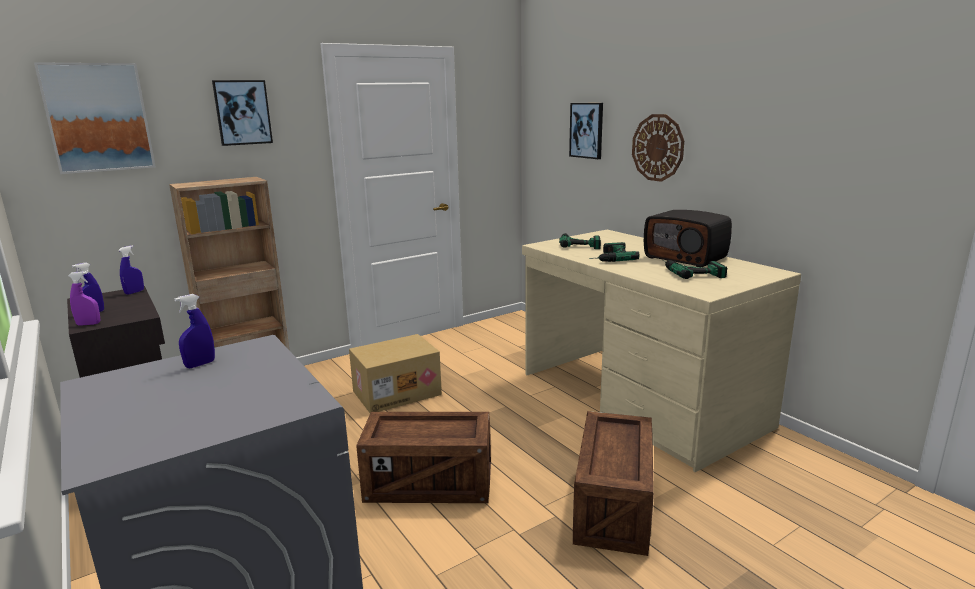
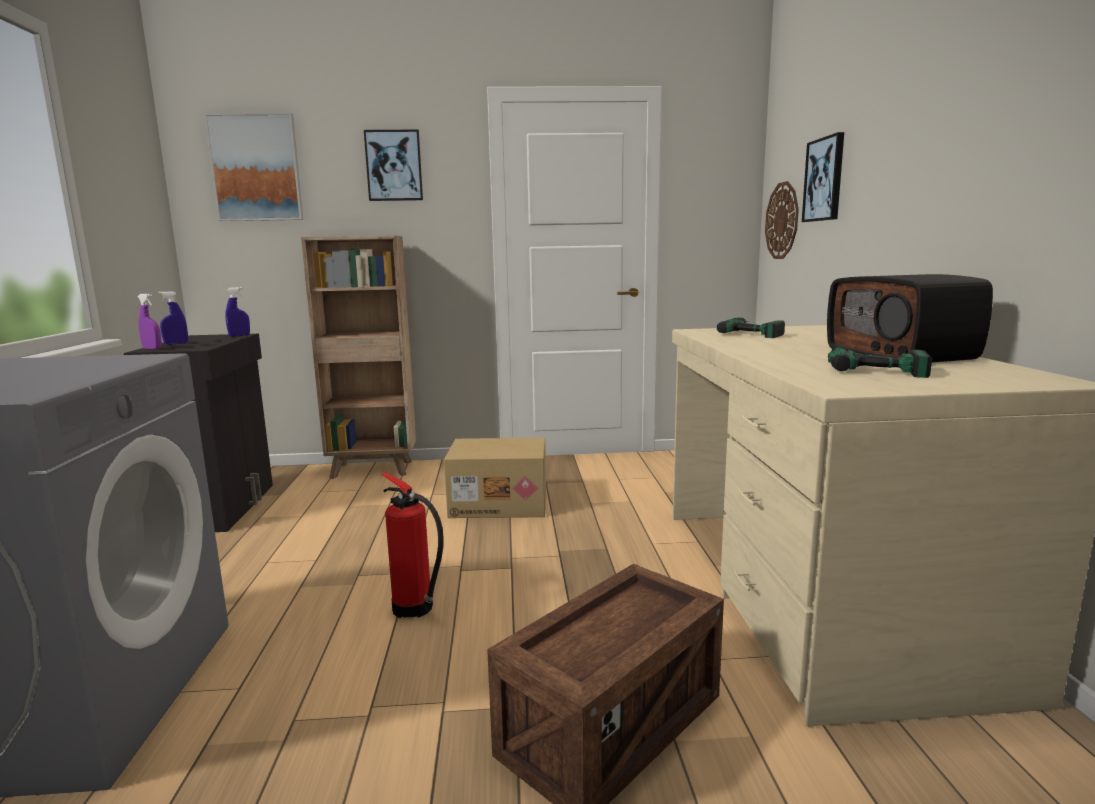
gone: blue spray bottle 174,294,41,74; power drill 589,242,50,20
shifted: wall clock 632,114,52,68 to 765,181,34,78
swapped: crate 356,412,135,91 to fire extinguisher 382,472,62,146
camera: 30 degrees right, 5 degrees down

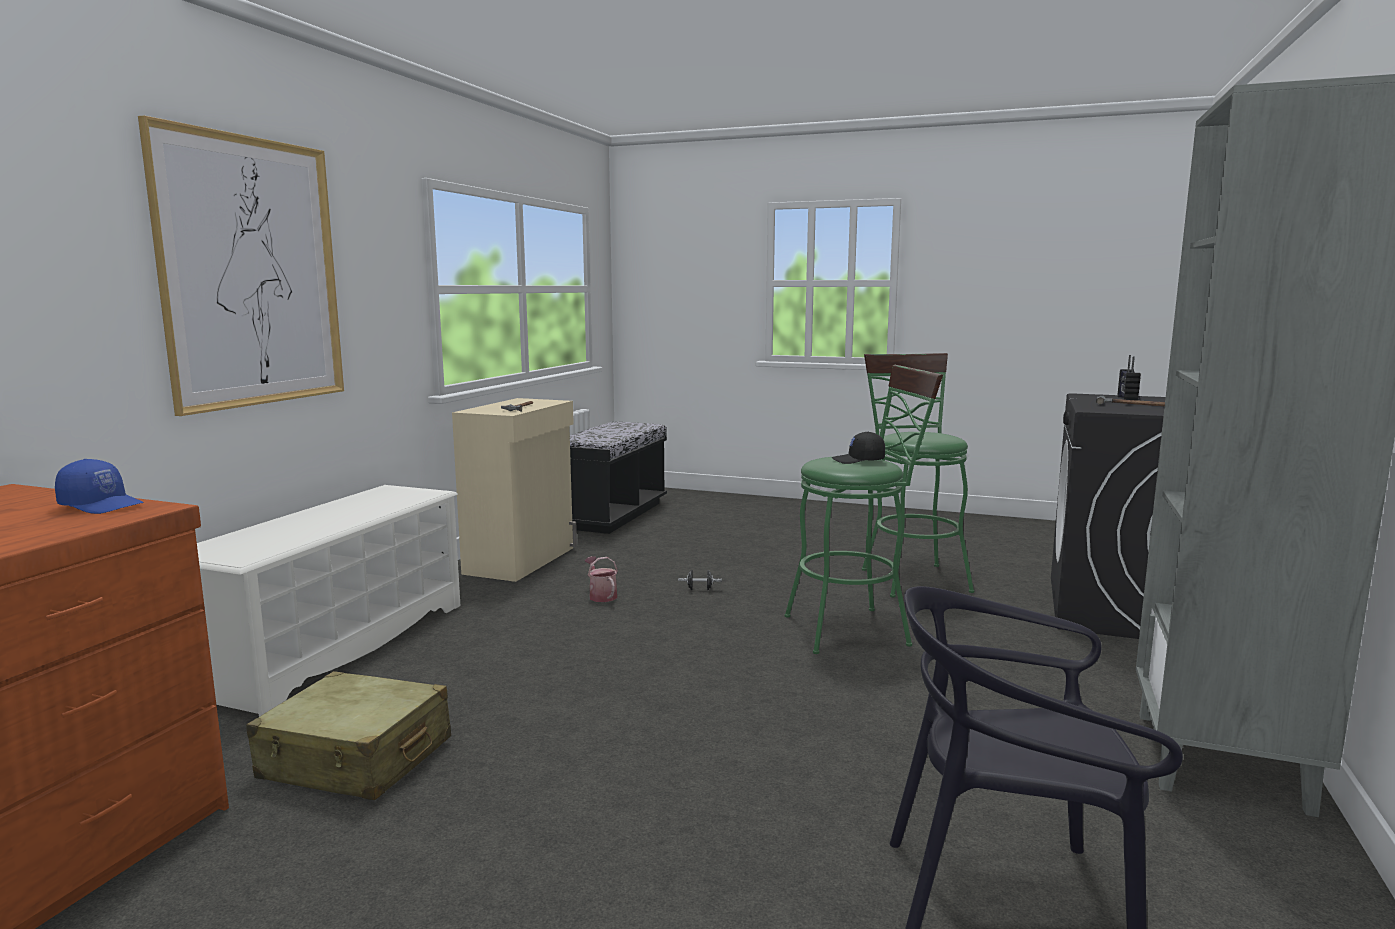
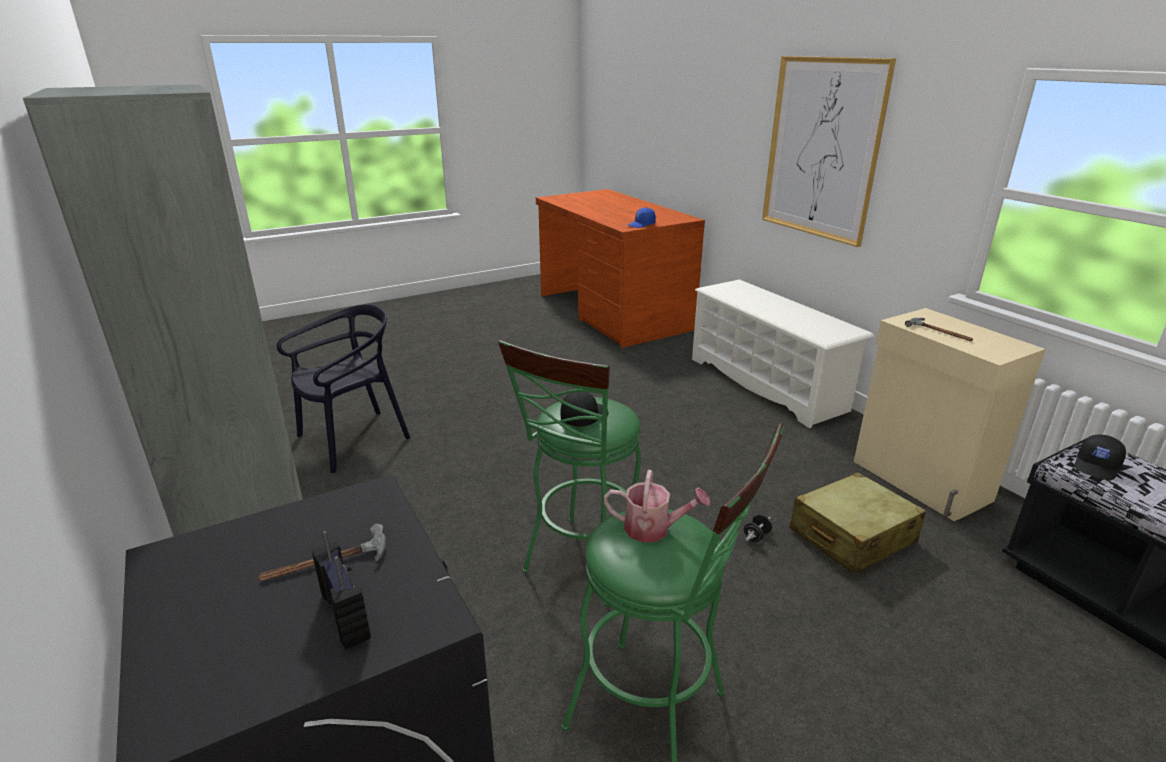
new: black cap 1075,435,51,46
shifted: beige suitcase 246,671,205,129 to 790,472,136,102; watering can 585,556,33,46 to 604,470,106,73
camera: 130 degrees right, 15 degrees up

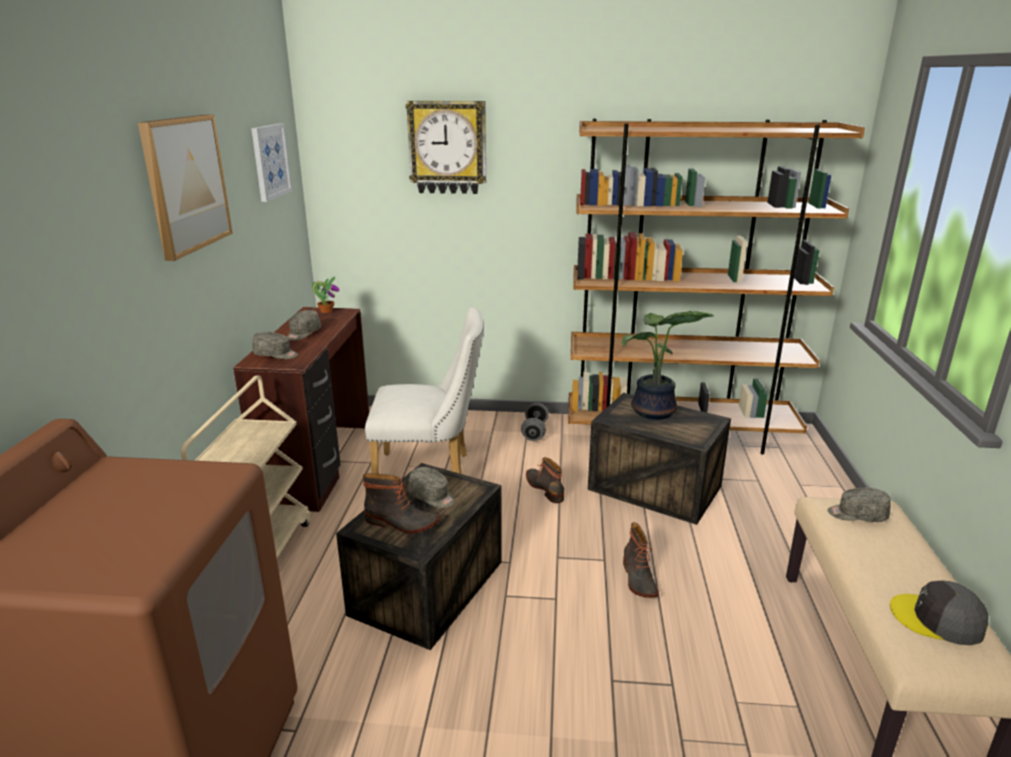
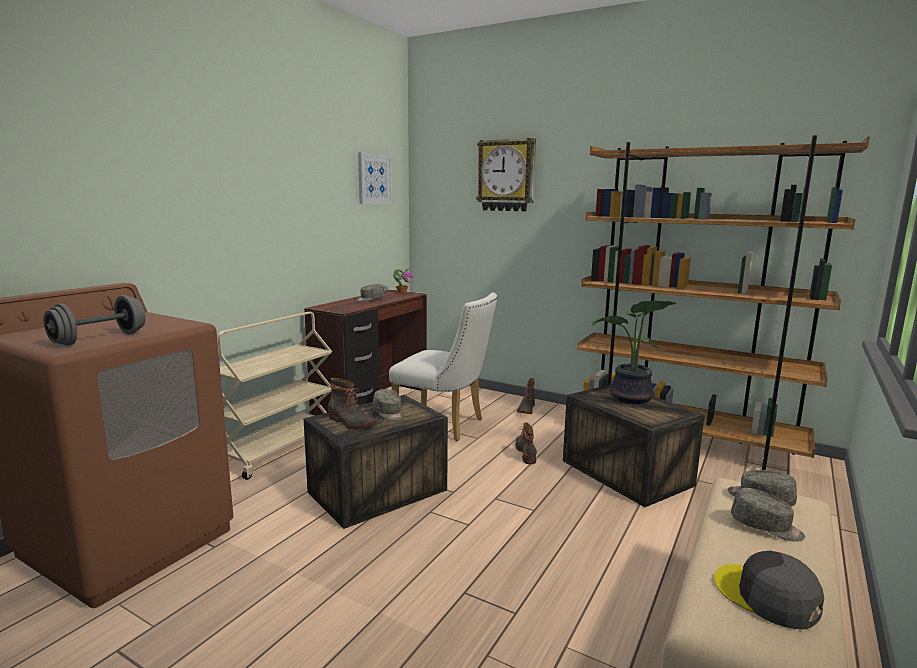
gone: picture 138,114,95,147
shifted: grey cap 253,332,45,27 to 731,488,74,54; grey dumbbell 521,403,28,38 to 44,295,102,51; boot 623,522,36,76 to 517,378,18,36
camera: 25 degrees right, 10 degrees down

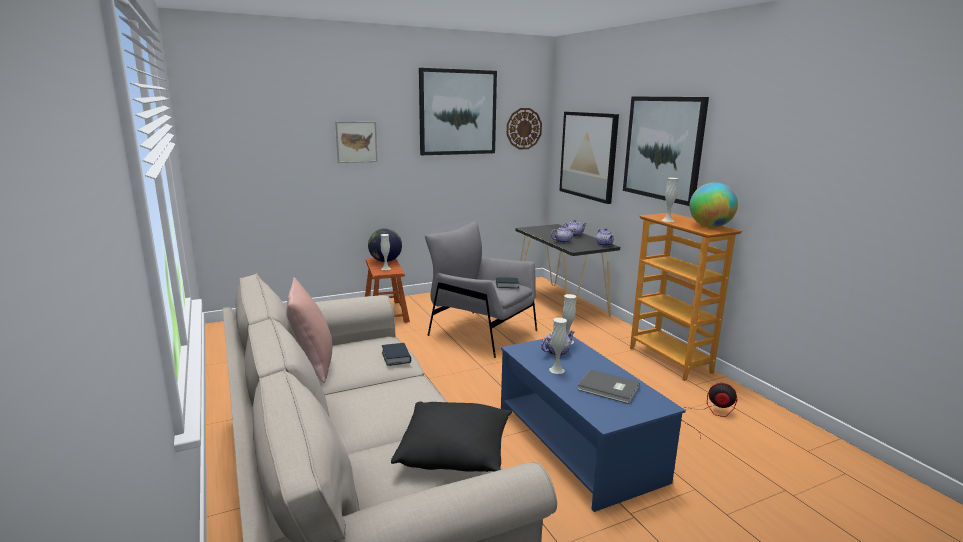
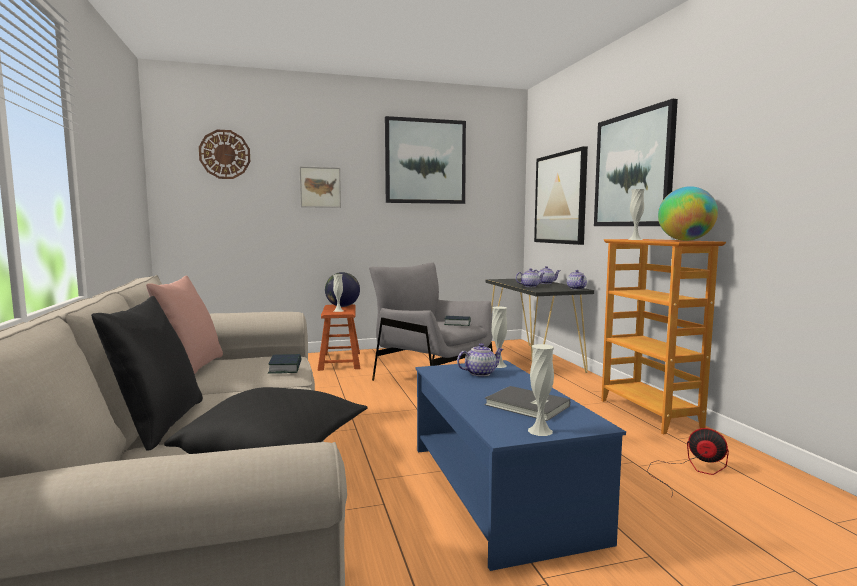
new: black pillow 91,296,112,155
shifted: wall clock 507,108,35,41 to 199,130,51,49; white vase 549,318,18,56 to 528,344,26,92
camera: 10 degrees right, 10 degrees down

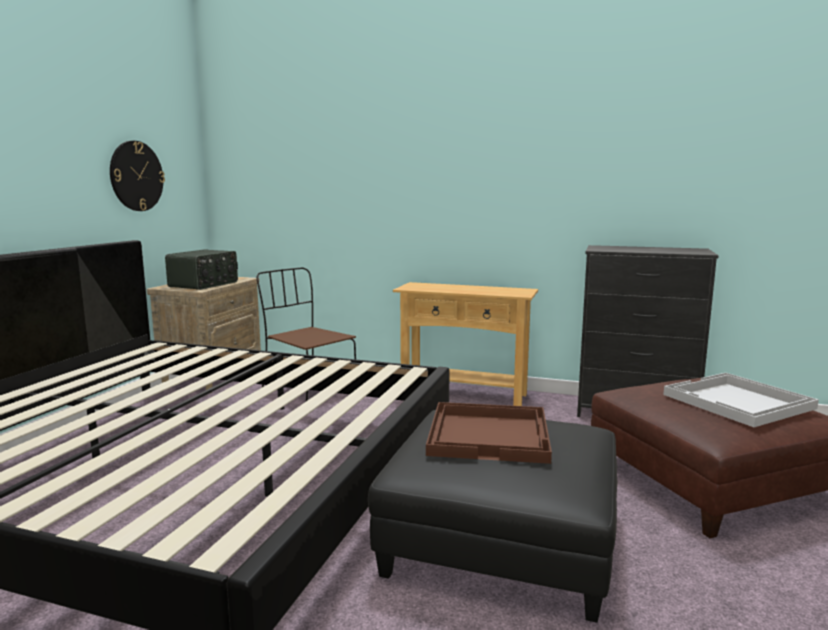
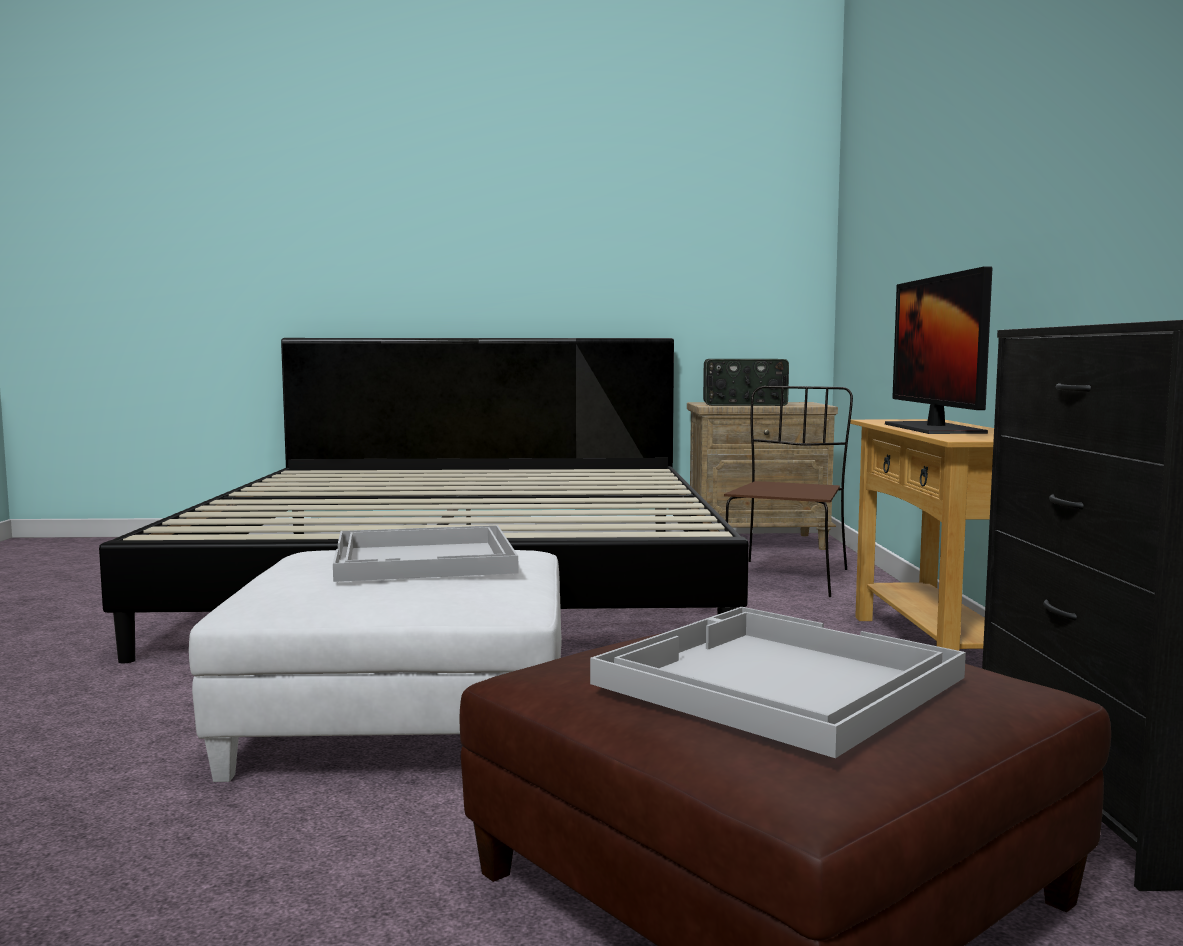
gone: wall clock 110,141,55,70
new: monitor 885,267,107,167
repainted: black ottoman 368,410,249,213 to white ottoman 189,550,373,232; brown tray 426,402,126,62 to white tray 333,525,185,57
camera: 70 degrees right, 5 degrees down

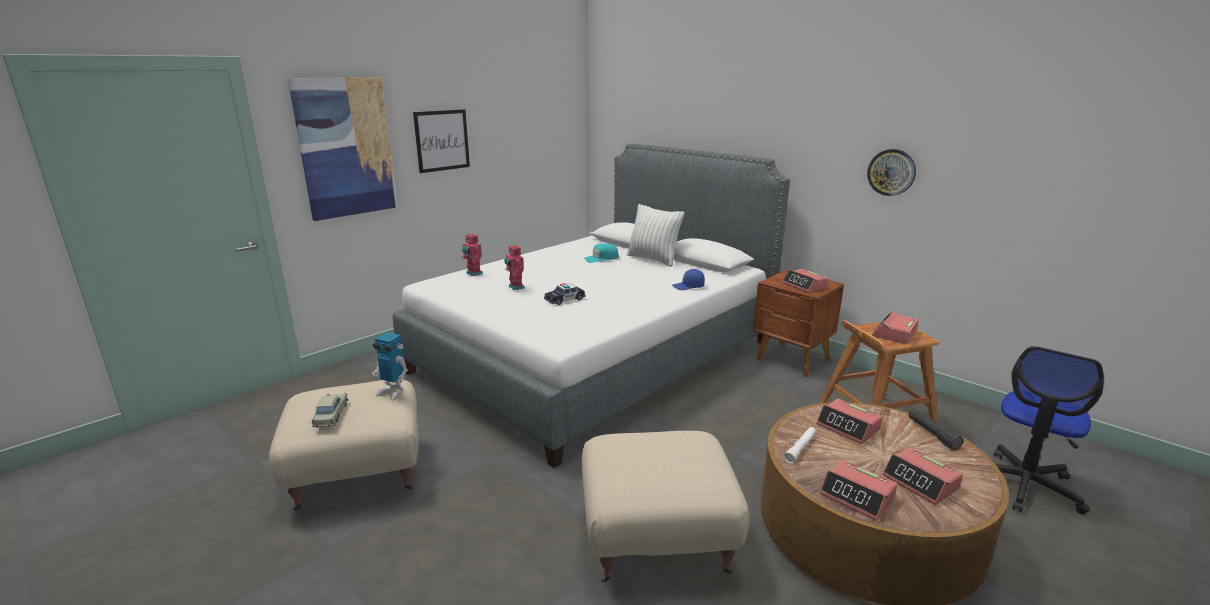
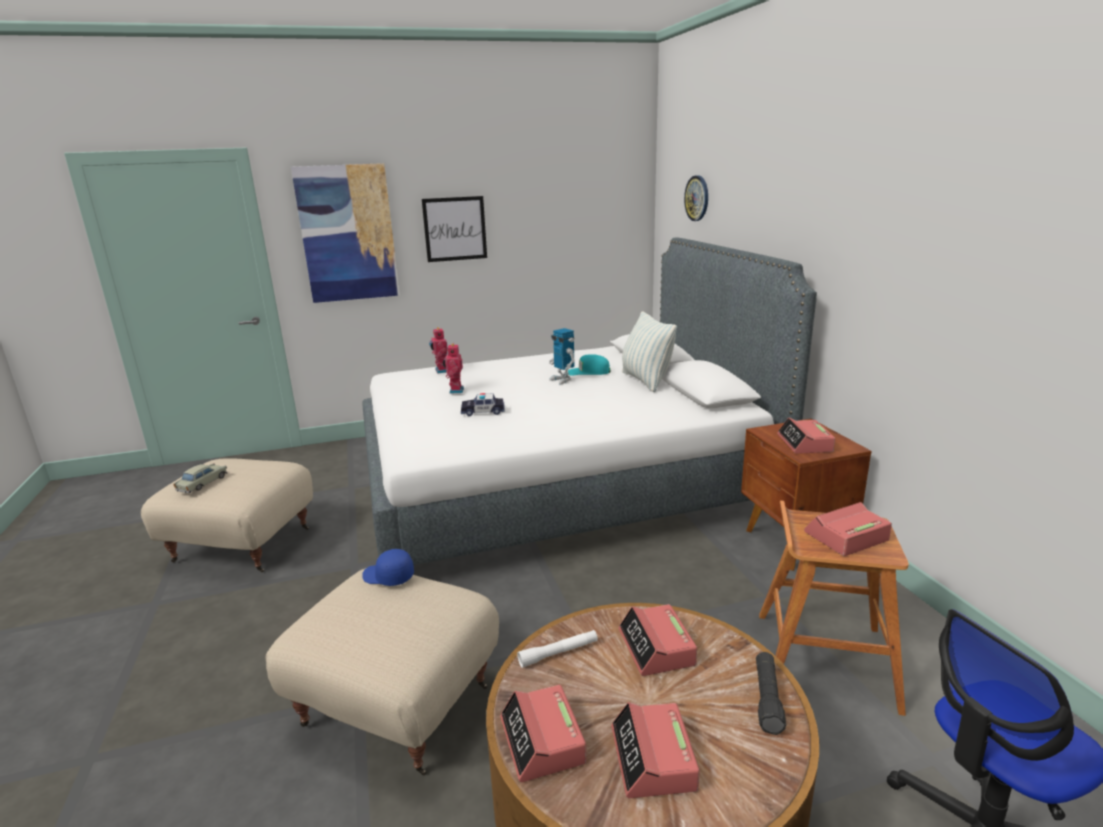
shifted: toy robot 373,332,35,69 to 549,328,26,56; blue cap 672,269,33,21 to 362,549,52,37; wall clock 867,149,49,47 to 684,175,24,46
camera: 30 degrees right, 0 degrees up

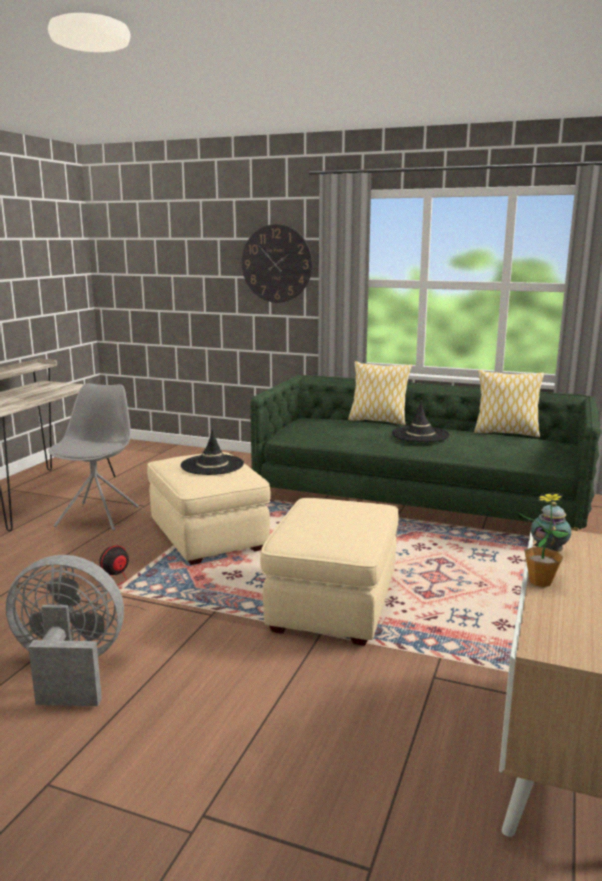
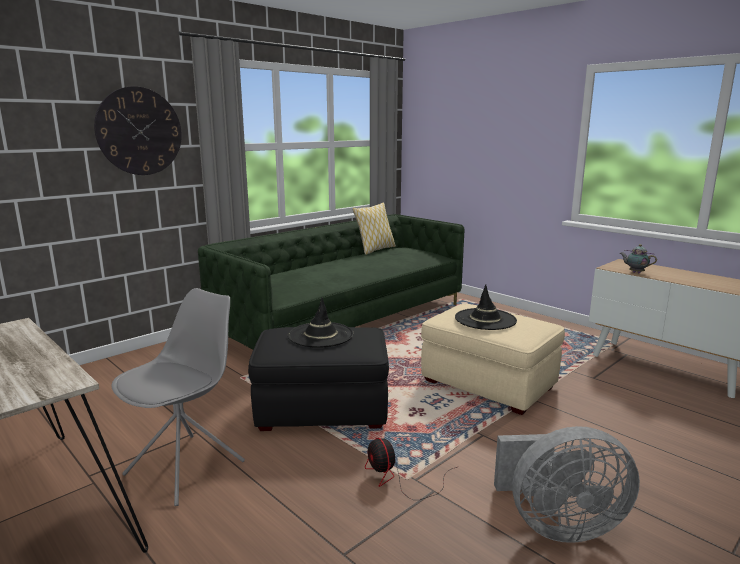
gone: pillow 348,361,64,64; potted plant 518,493,52,94
shifted: black hat 392,401,58,41 to 455,284,62,46
repainted: beige ottoman 147,452,124,113 to black ottoman 248,327,141,104
rotated: grey fan 6,555,118,151 = 494,426,146,117 120 degrees counterclockwise; grey chair 48,383,91,148 = 111,288,134,218 90 degrees clockwise
camera: 65 degrees left, 0 degrees up

